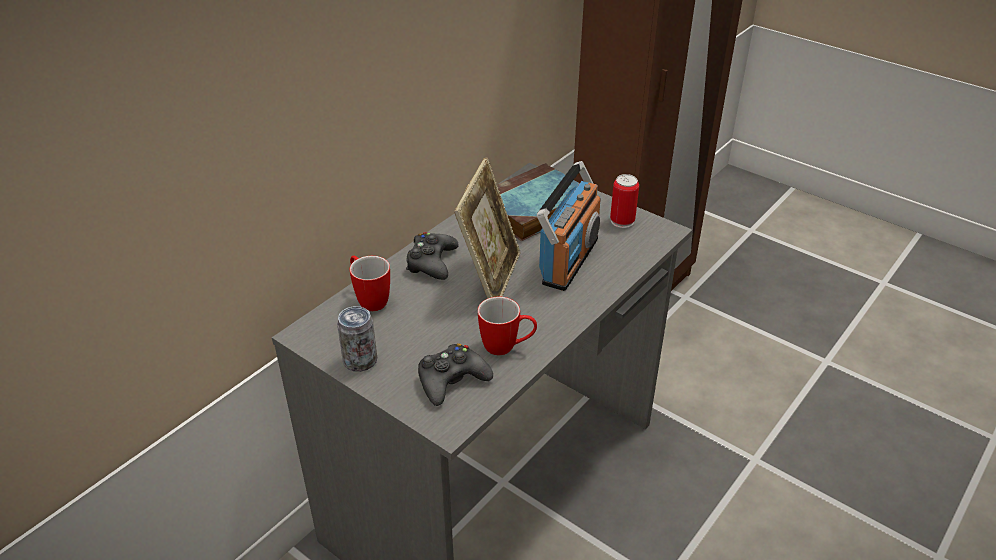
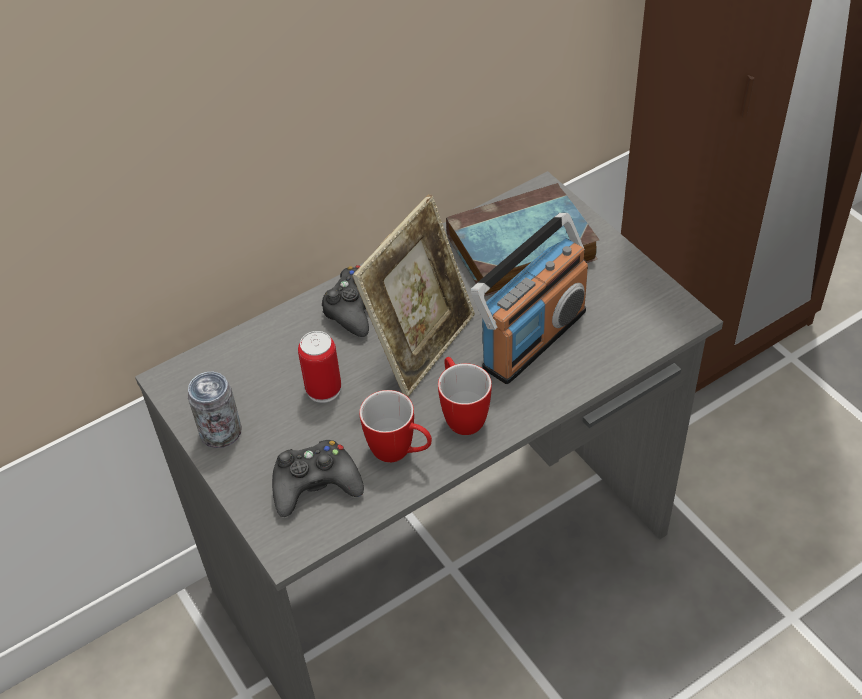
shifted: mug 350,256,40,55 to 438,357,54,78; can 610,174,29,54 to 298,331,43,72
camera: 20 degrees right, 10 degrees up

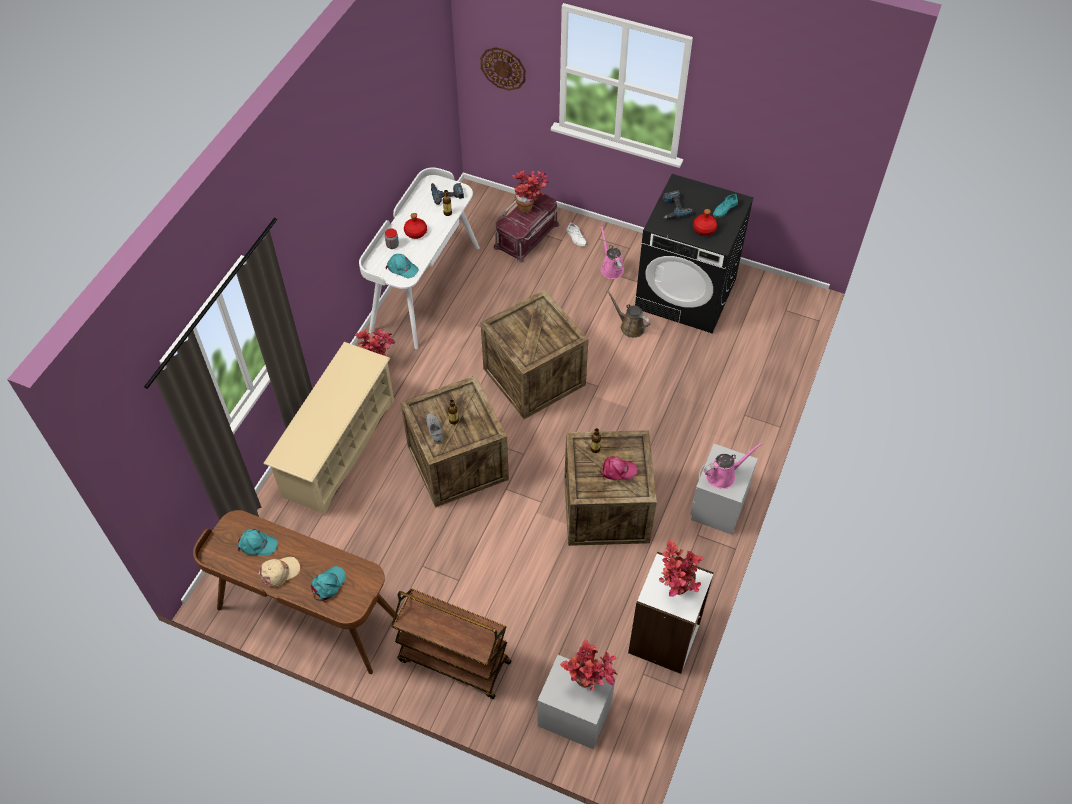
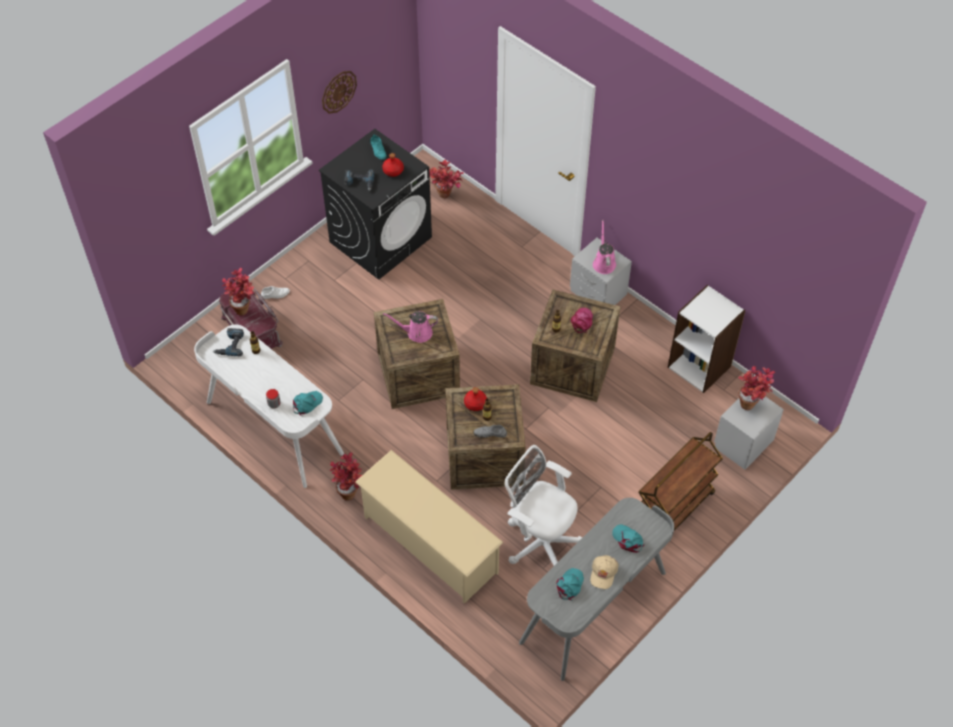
gone: brown watering can 607,290,44,48
new: white office chair 505,445,77,121
shifted: red bottle 404,213,23,26 to 464,387,23,24; wall clock 480,47,46,44 to 322,71,35,43; pink watering can 601,226,23,53 to 383,311,55,32; potted plant 659,539,45,58 to 429,160,35,38
repainted: brown desk 193,510,205,164 to grey desk 519,498,155,183
rotated: beige cap 259,557,41,30 = 590,555,29,34 150 degrees counterclockwise
camera: 70 degrees left, 0 degrees up

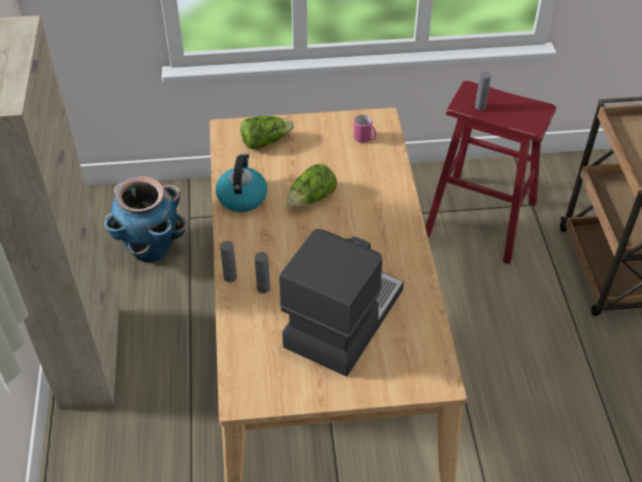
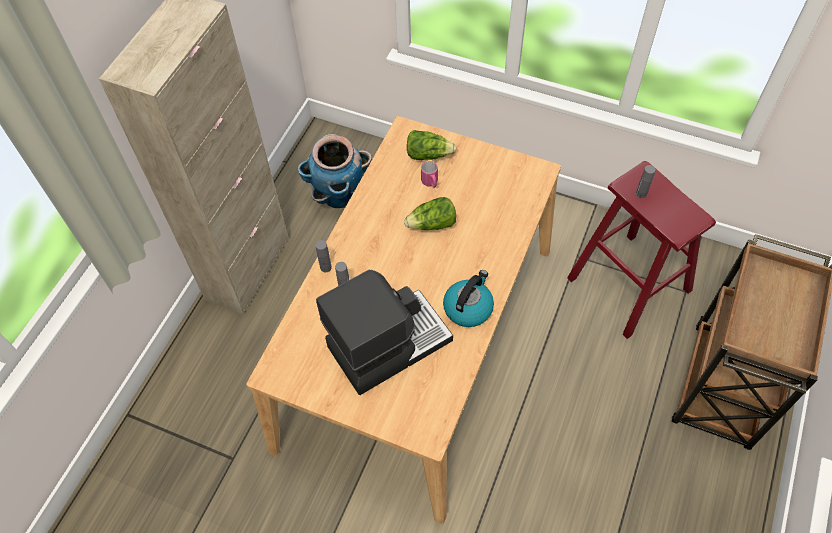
shifted: kettle 216,154,51,58 to 443,270,51,57; pink mug 354,115,22,28 to 421,161,17,27
camera: 30 degrees right, 10 degrees up

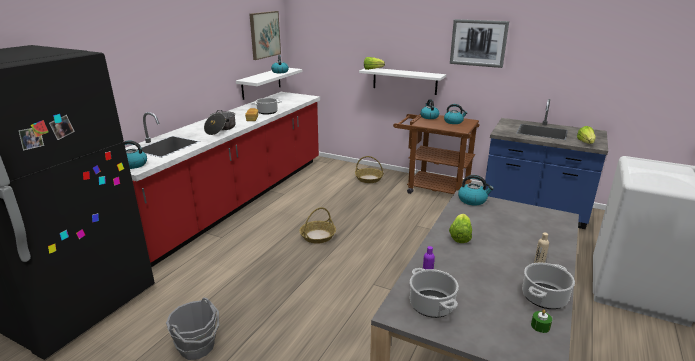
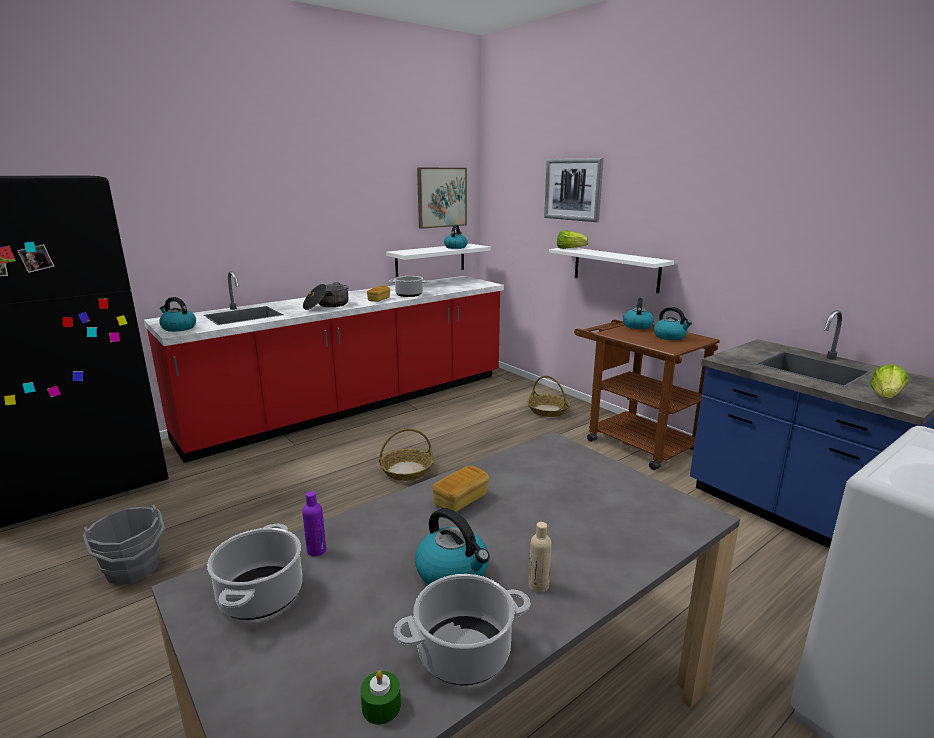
shifted: picture 450,19,59,49 to 544,158,60,64; kettle 458,175,36,31 to 415,508,75,77
swapped: lettuce 449,214,23,29 to bread 432,466,57,46
camera: 25 degrees right, 5 degrees down

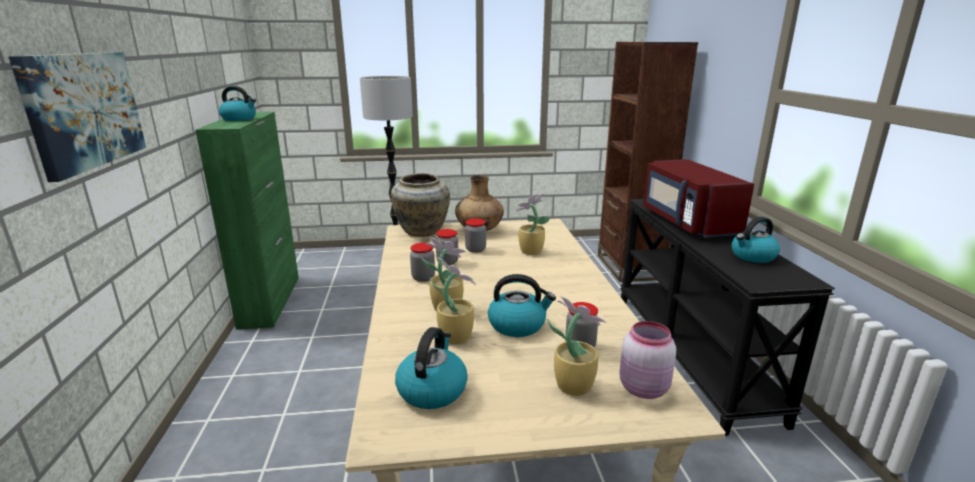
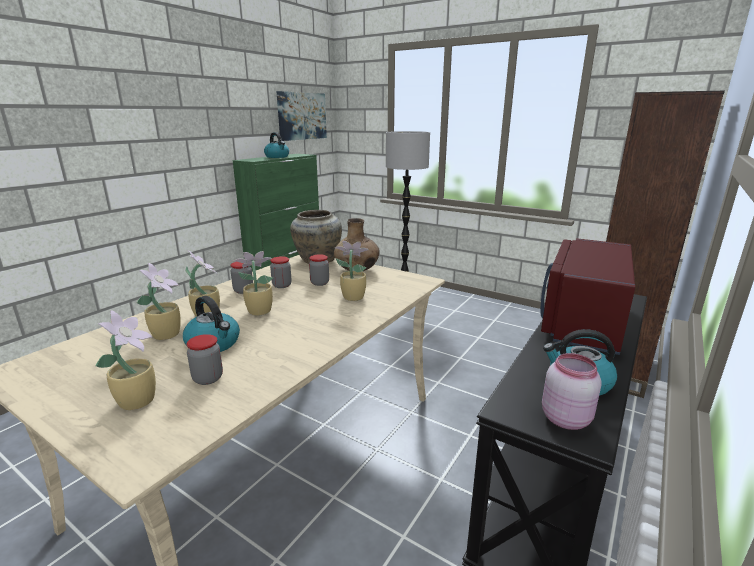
gone: kettle 395,327,73,82
new: potted plant 233,251,40,65
shifted: picture 8,52,138,130 to 276,91,51,50; pink jar 619,321,57,78 to 542,353,60,77
camera: 40 degrees right, 0 degrees up

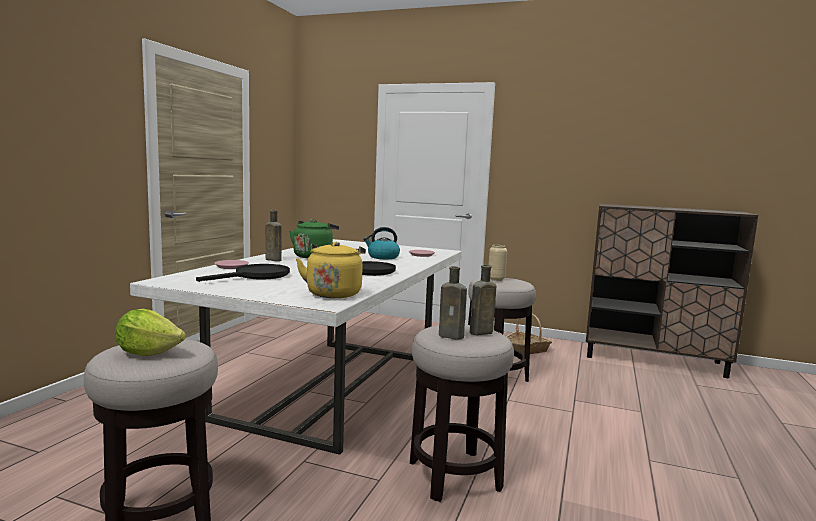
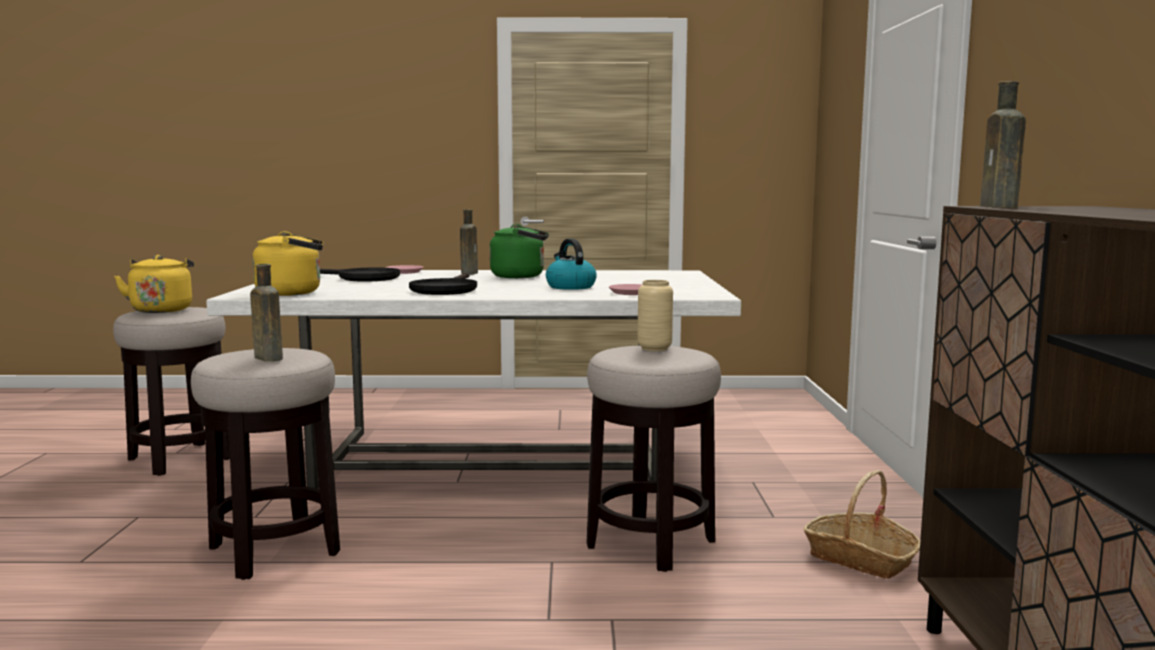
shifted: brown bottle 439,266,28,74 to 980,81,46,127
swapped: lettuce 115,309,71,47 to yellow kettle 114,255,80,58
camera: 70 degrees right, 0 degrees up

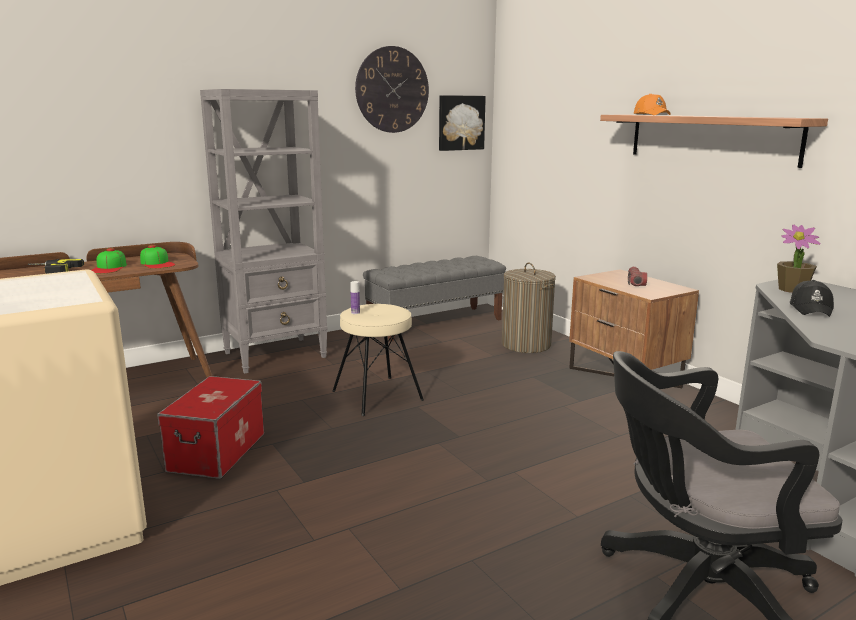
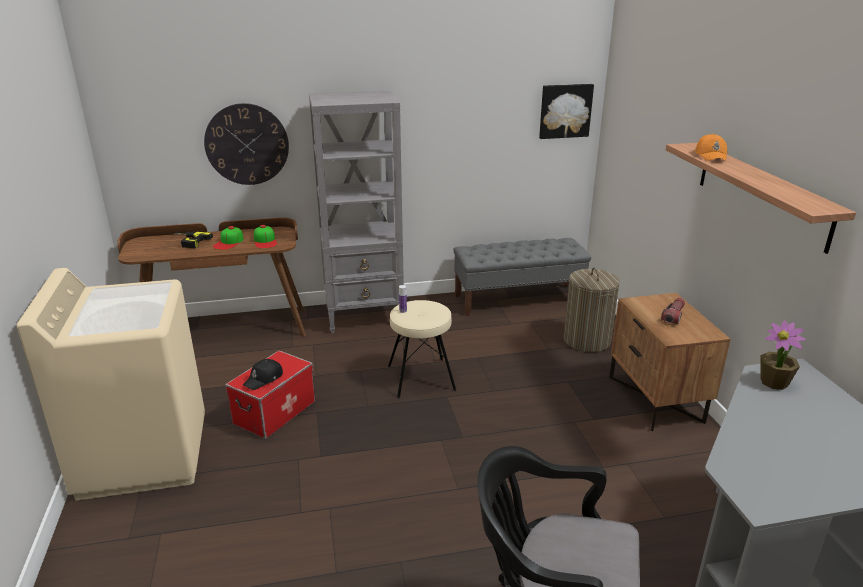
shifted: wall clock 355,46,74,87 to 204,103,85,82; black cap 790,280,44,37 to 243,359,40,31
camera: 20 degrees right, 10 degrees up

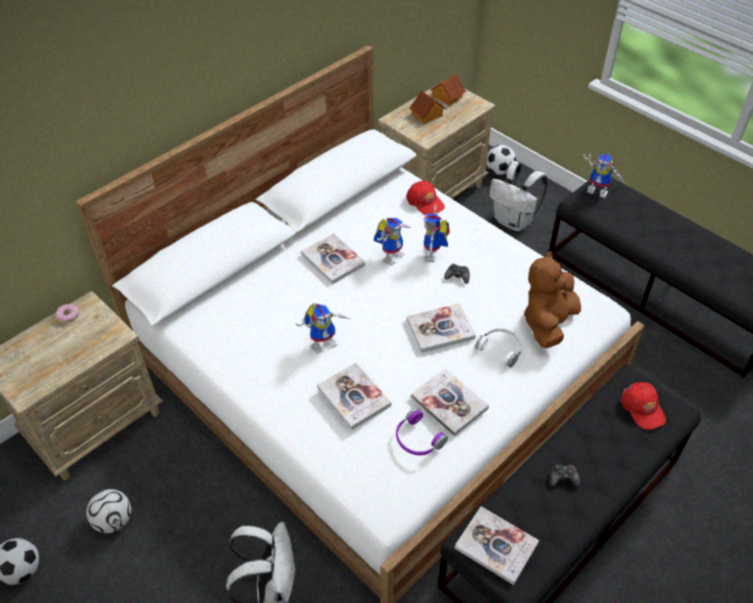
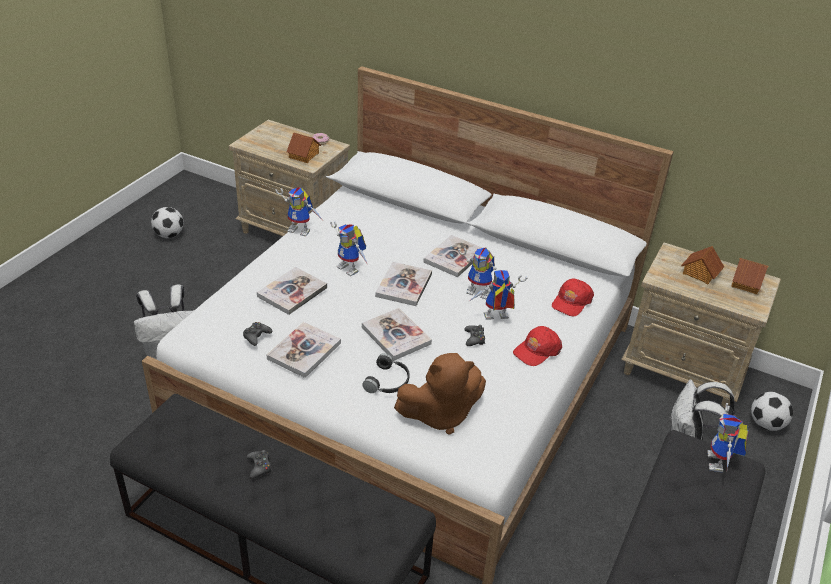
gone: football 86,489,45,44
new: toy robot 276,187,46,50; toy house 287,132,34,31
shifted: book 454,506,85,79 to 375,262,57,44; red cap 621,382,45,48 to 513,326,49,40
swapped: purple headphones 396,408,52,47 to black game controller 243,322,29,24
repainted: white headphones 475,328,48,40 to black headphones 362,353,47,40
rotated: brown plush toy 524,251,57,97 = 394,353,92,82 150 degrees clockwise
camera: 70 degrees right, 10 degrees down

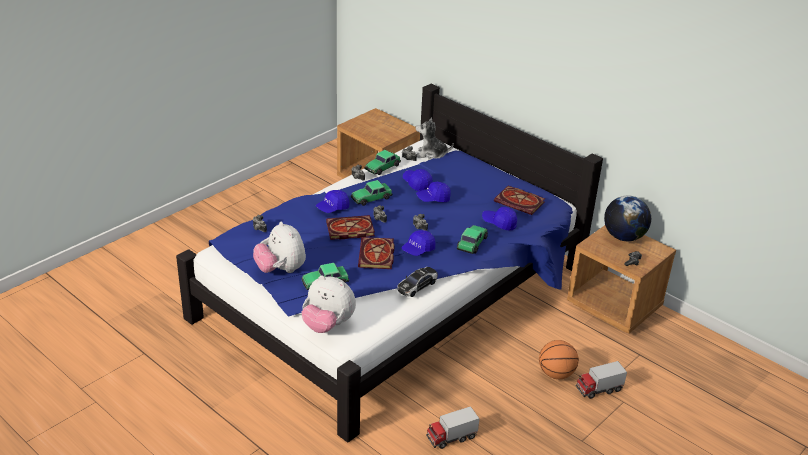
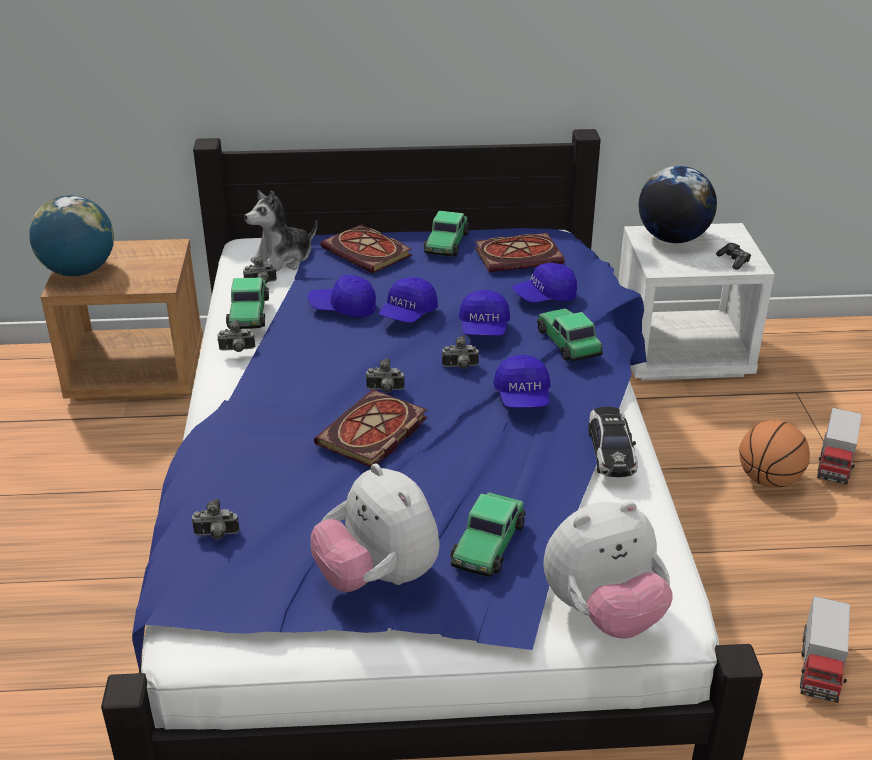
new: globe 29,195,85,81
shifted: blue cap 316,190,33,23 to 459,290,51,46; toy car 351,180,41,26 to 423,211,47,46; book 358,237,37,32 to 321,224,91,50
repainted: brown nightstand 567,225,109,108 to white nightstand 618,223,157,158
rotated: plush toy 253,222,53,51 = 311,464,129,128 45 degrees clockwise
camera: 45 degrees left, 0 degrees up

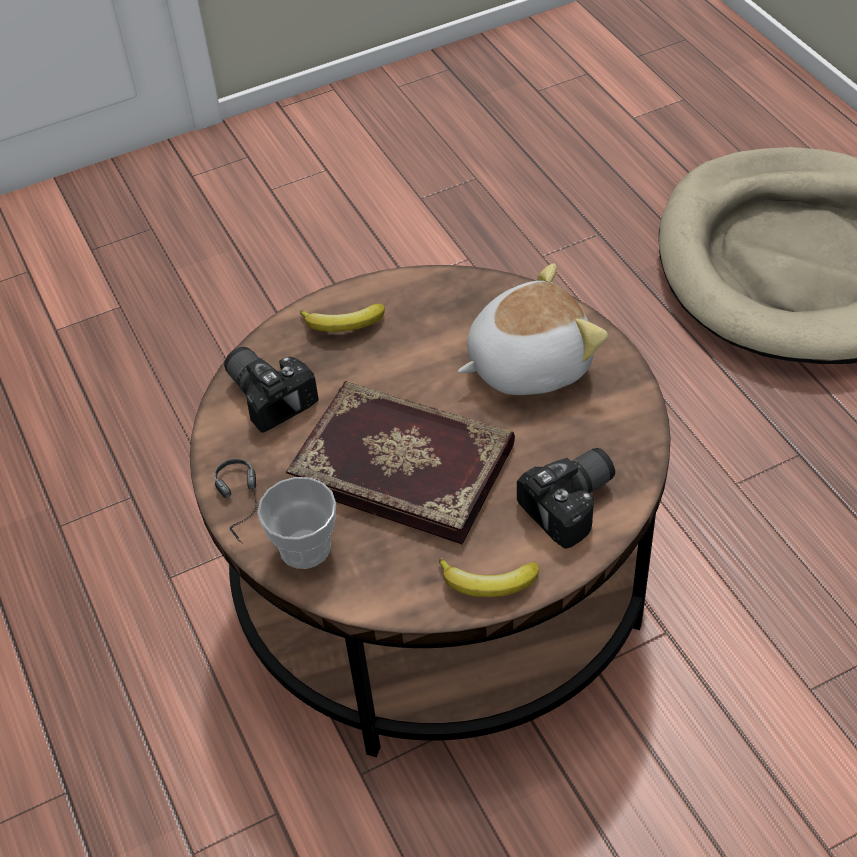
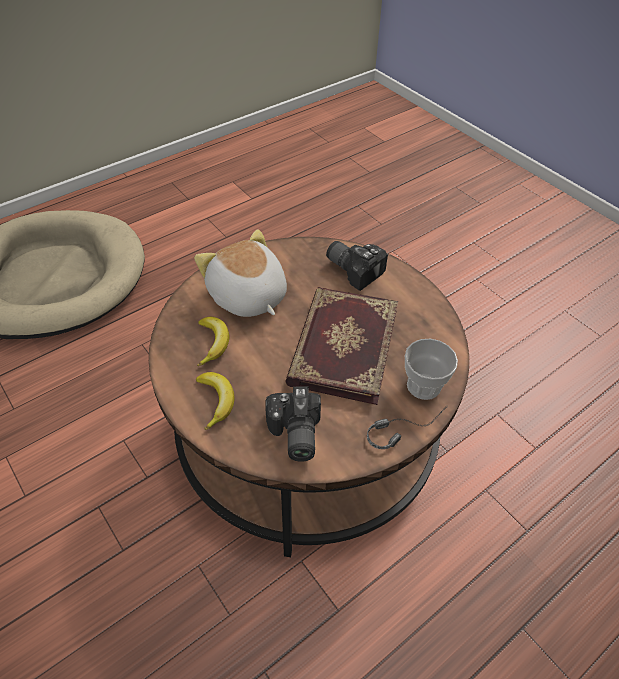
shifted: banana 439,558,100,39 to 197,317,32,49
rotated: photo camera 224,347,95,86 = 265,386,56,76 45 degrees counterclockwise
camera: 105 degrees left, 0 degrees up

